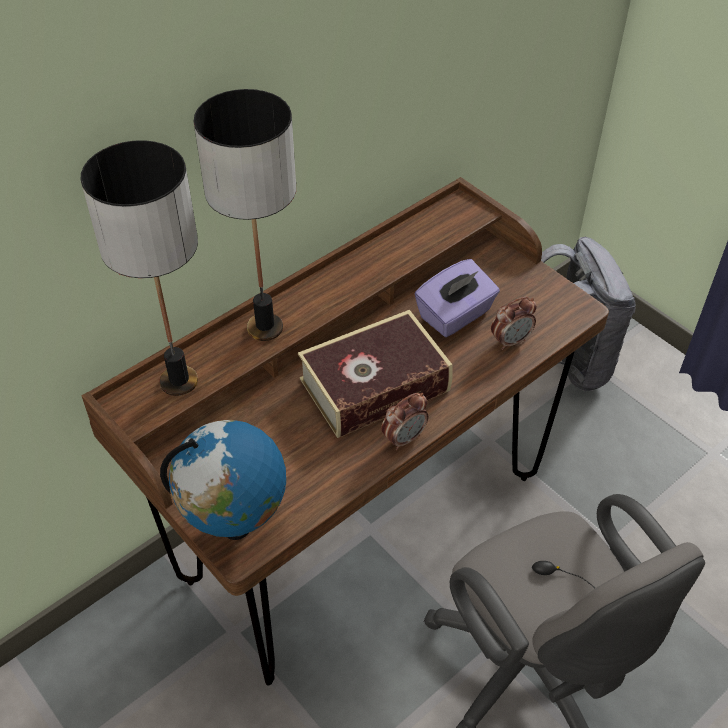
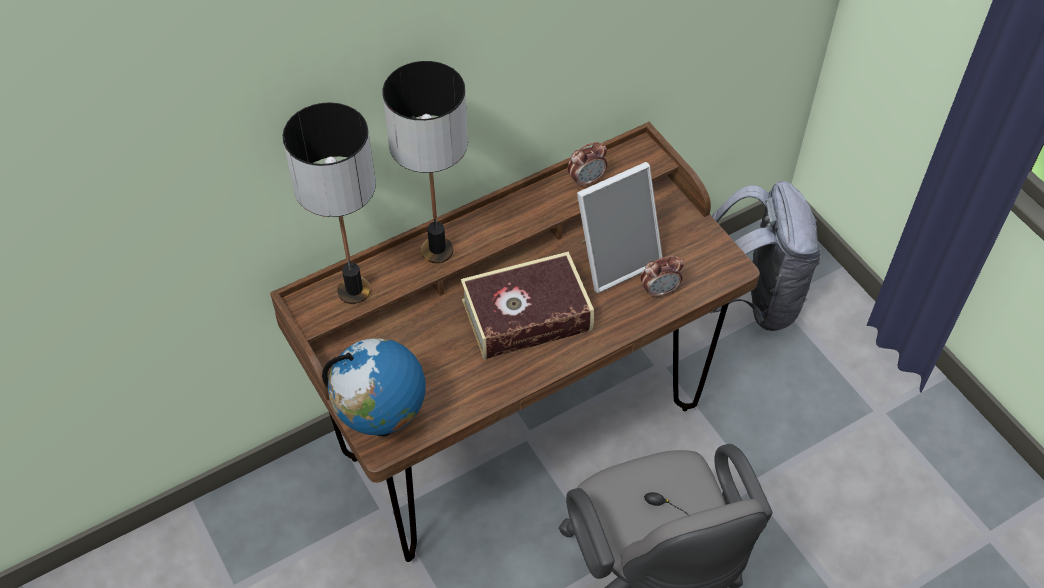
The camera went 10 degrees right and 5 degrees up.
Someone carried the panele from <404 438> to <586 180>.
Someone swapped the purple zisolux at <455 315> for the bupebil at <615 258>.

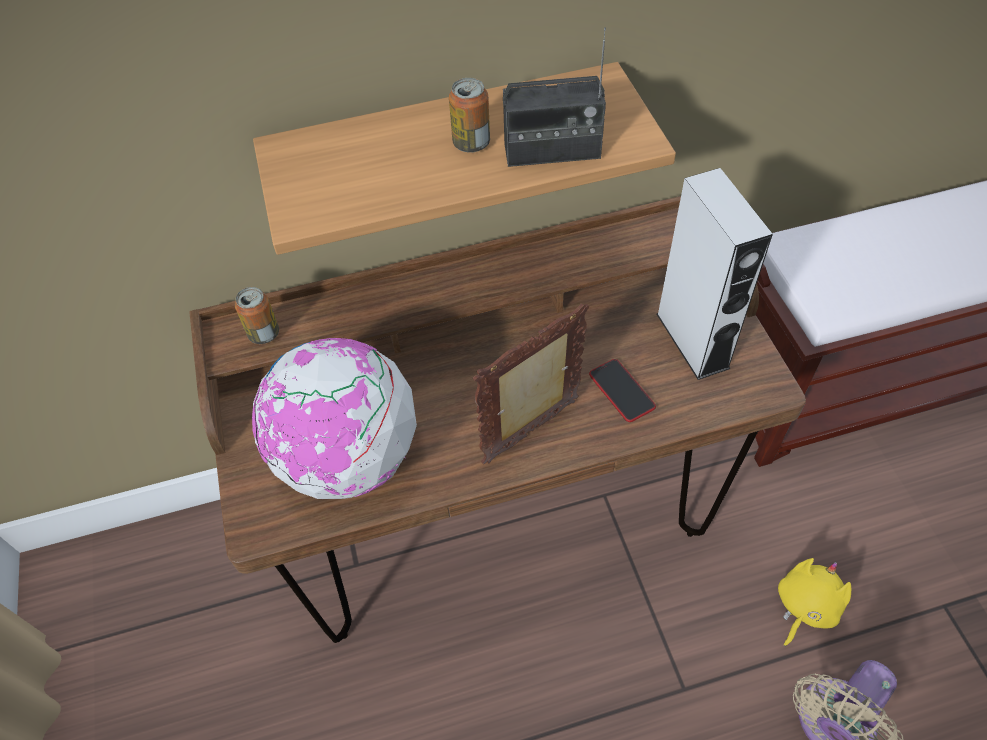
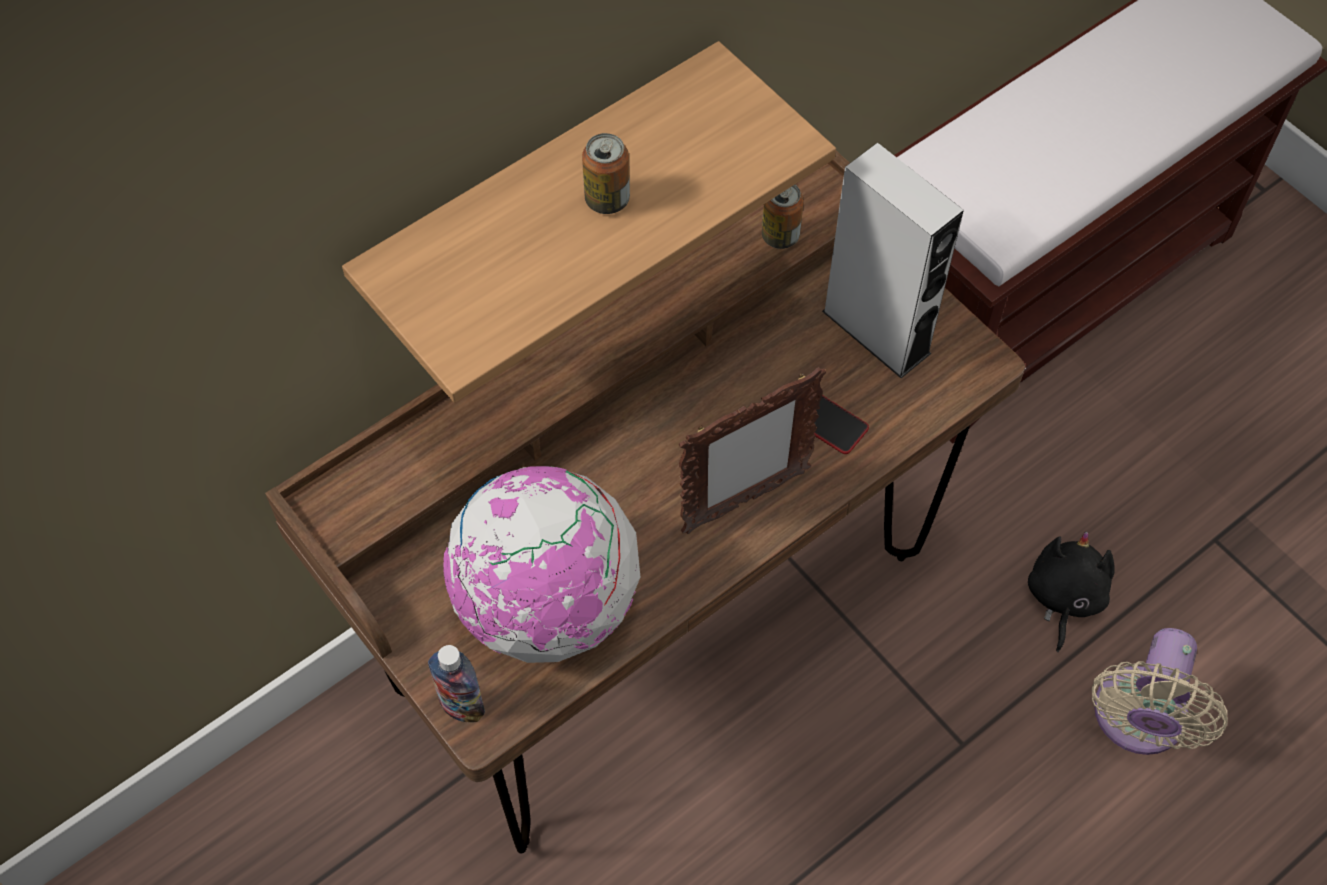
The camera went 25 degrees left and 5 degrees up.
Someone put down the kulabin at <462 706>.
Someone rotated the bupebil at <532 431> by 150 degrees counterclockwise.
Someone carried the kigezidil from <264 333> to <780 236>.
Someone repainted the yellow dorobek at <804 606>, which became the black dorobek at <1064 597>.
Someone took away the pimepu at <552 151>.

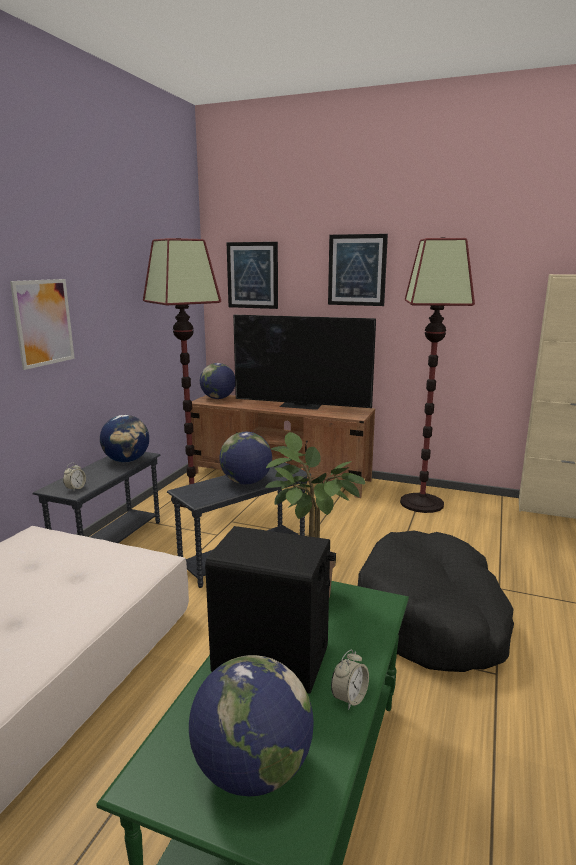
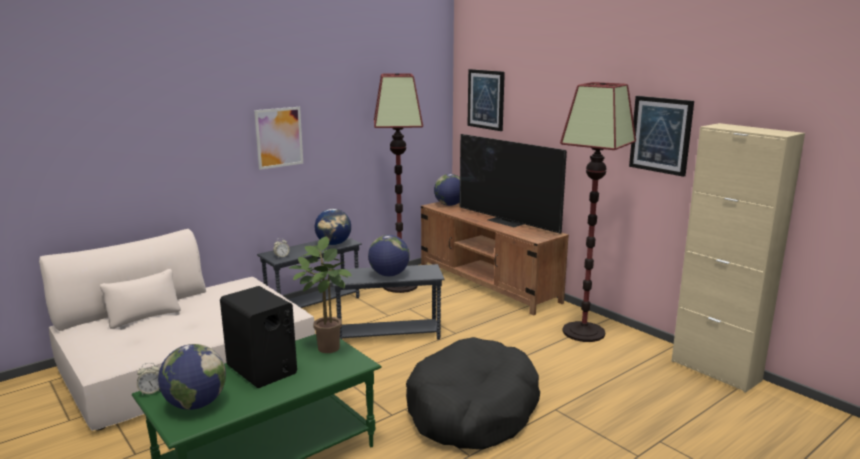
The camera went 30 degrees right and 0 degrees up.
Someone carried the panele from <349 698> to <151 391>.
Someone carried the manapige from <357 270> to <661 135>.

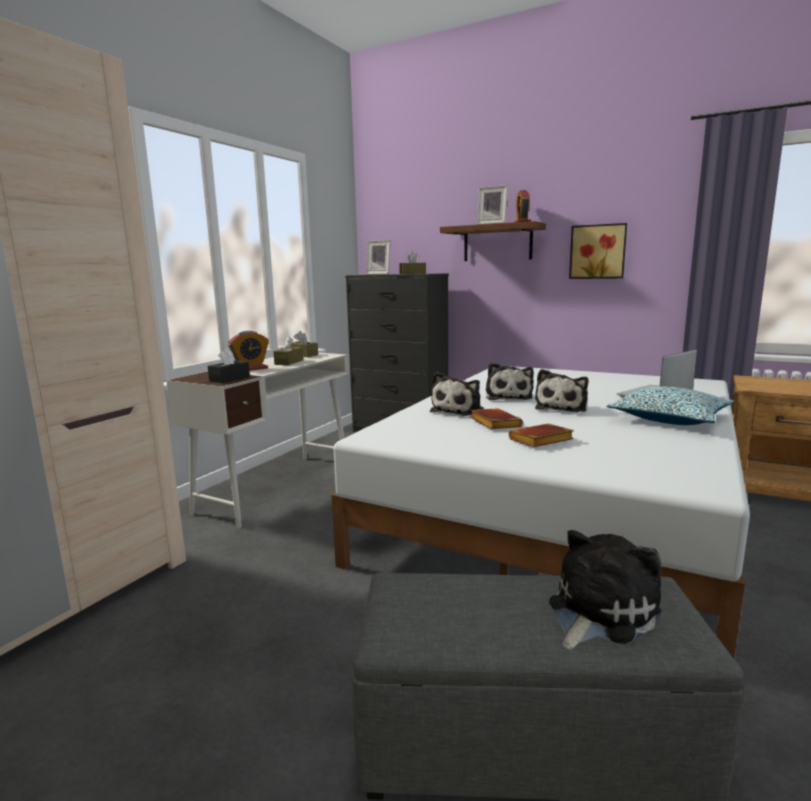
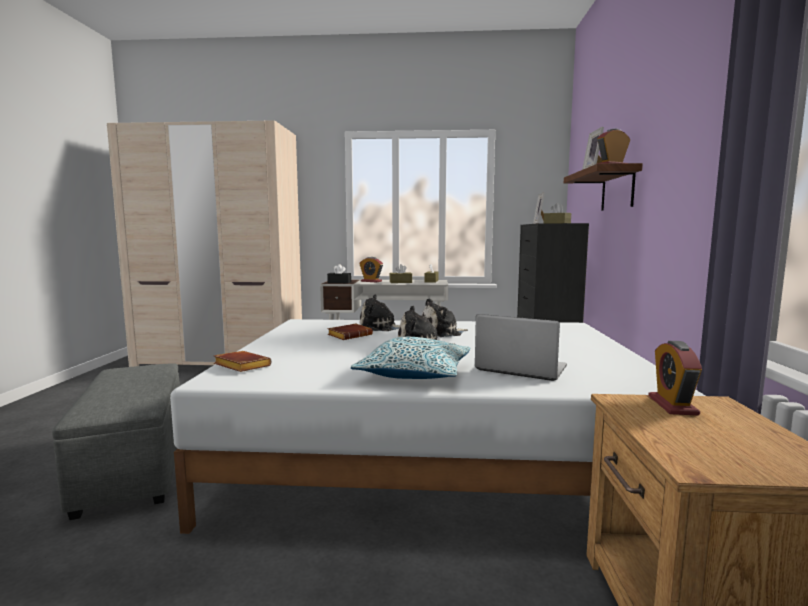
The camera went 65 degrees right and 5 degrees down.
Someone carried the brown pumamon from <540 441> to <240 366>.
Someone put down the panele at <672 405>.
Someone took away the dorobek at <598 611>.
Someone took away the manapige at <597 251>.

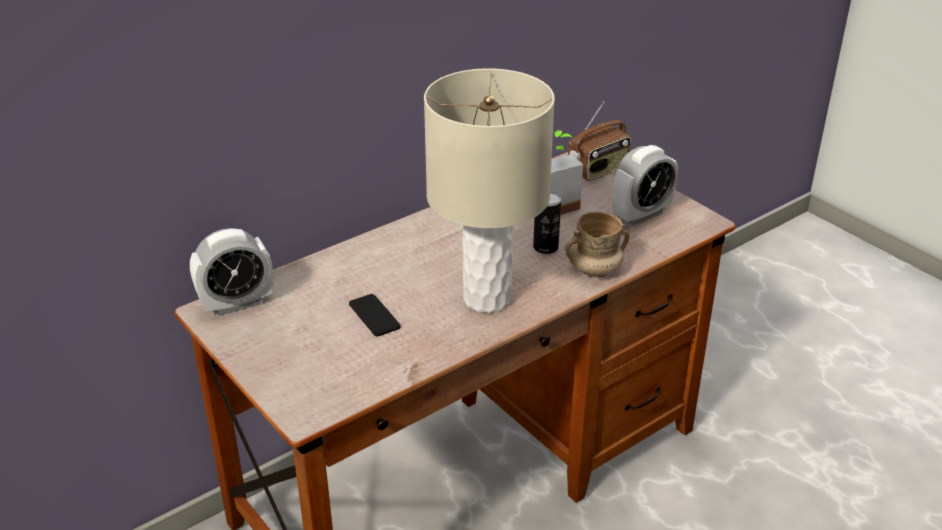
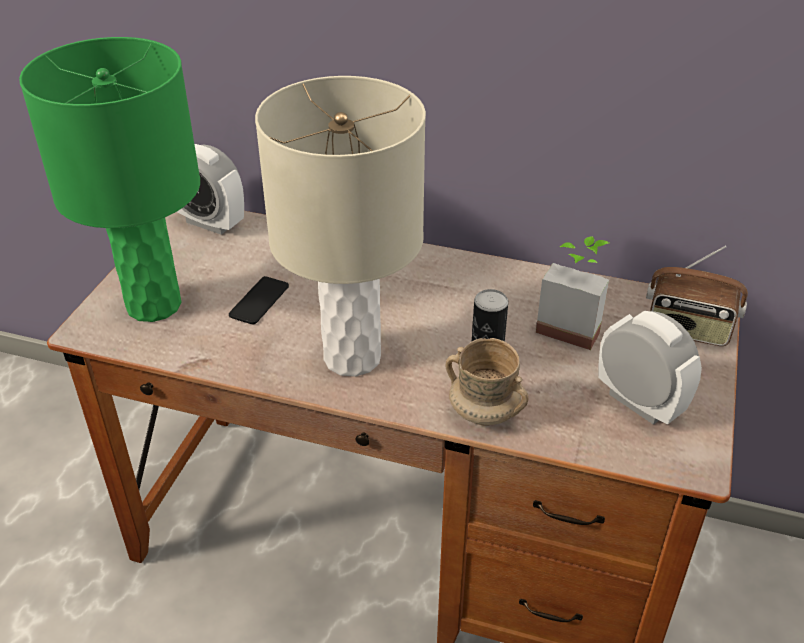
The camera went 55 degrees right and 5 degrees up.
Someone put down the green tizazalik at <155 305>.
Someone rotated the panele at <641 215> by 150 degrees counterclockwise.

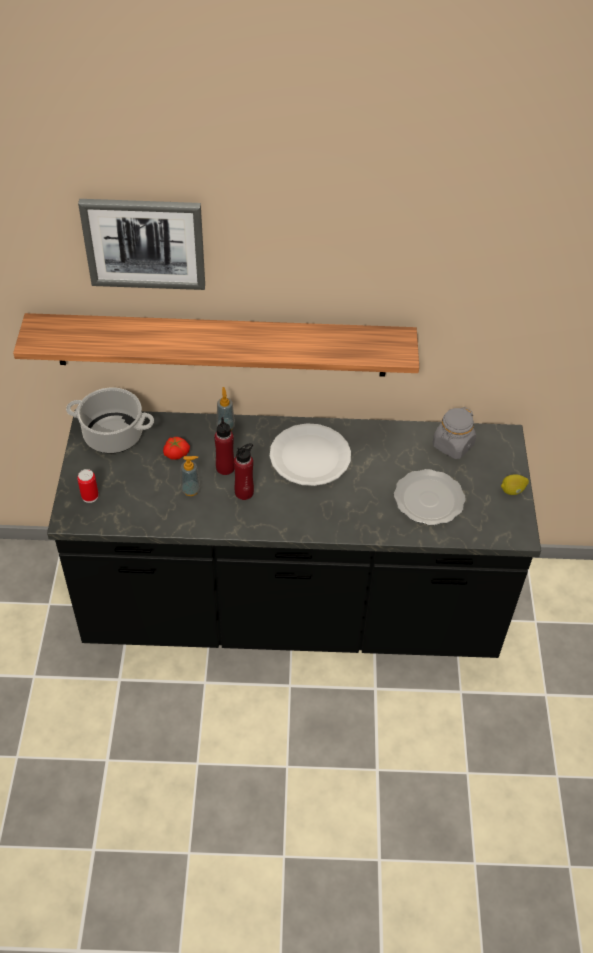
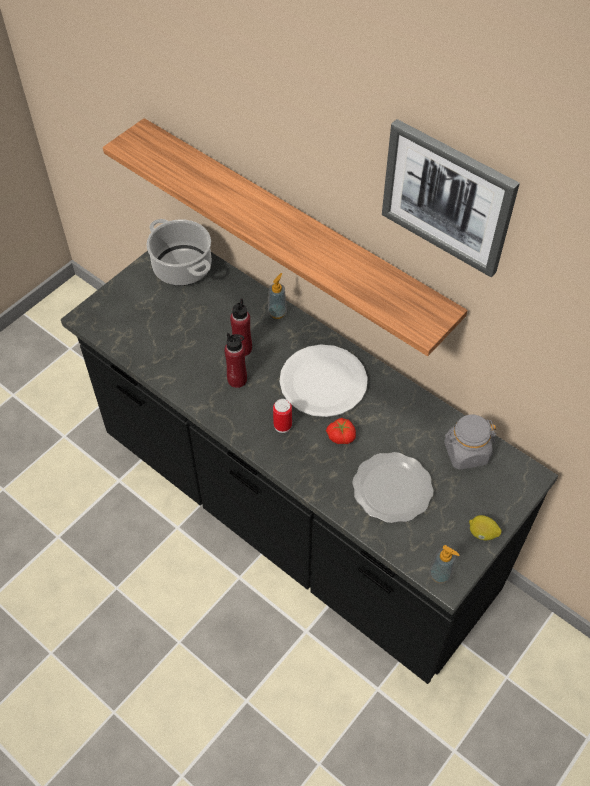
The camera went 40 degrees right and 5 degrees up.
Someone carried the kigezidil from <90 496> to <282 425>.
Someone carried the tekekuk from <176 453> to <341 435>.
Someone carried the manapige from <144 243> to <448 197>.
Someone carried the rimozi from <190 490> to <440 574>.

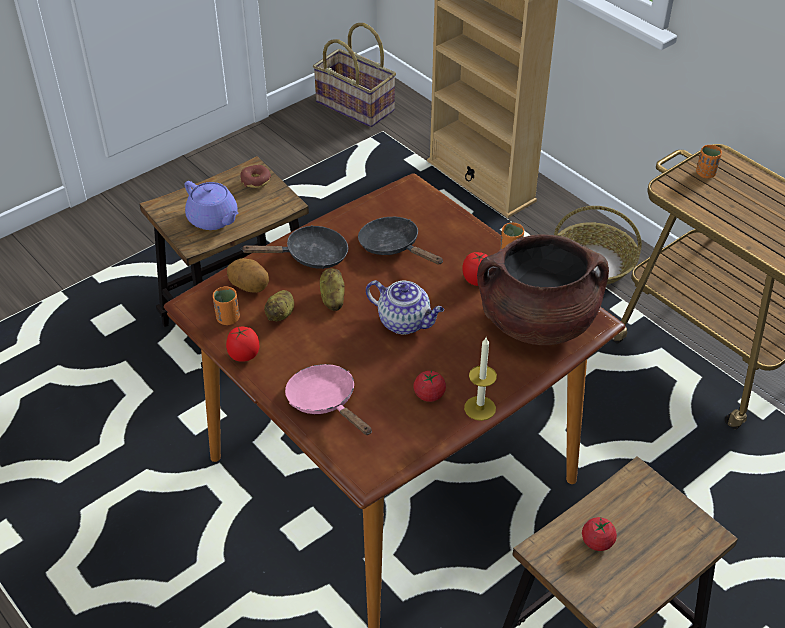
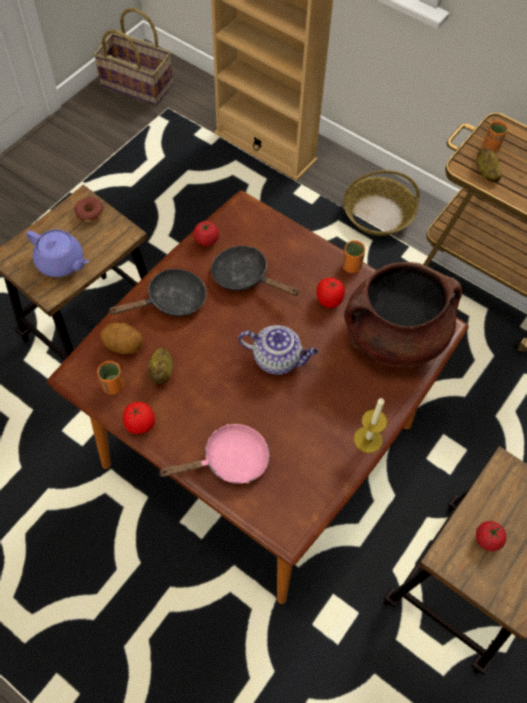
The camera went 15 degrees left and 15 degrees up.
Someone rotated the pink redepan at <325 402> by 120 degrees clockwise.
Someone carried the tekekuk from <429 395> to <206 240>.
Someone carried the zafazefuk from <332 298> to <486 172>.

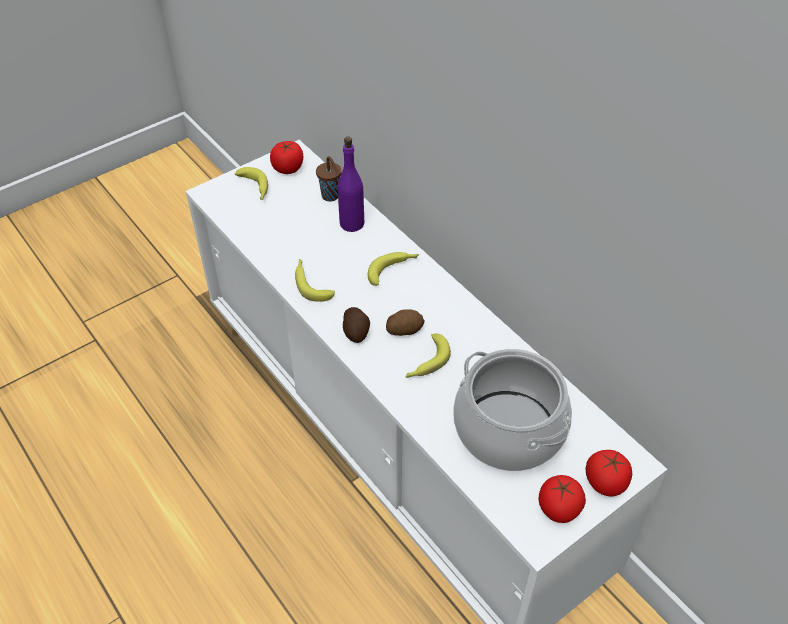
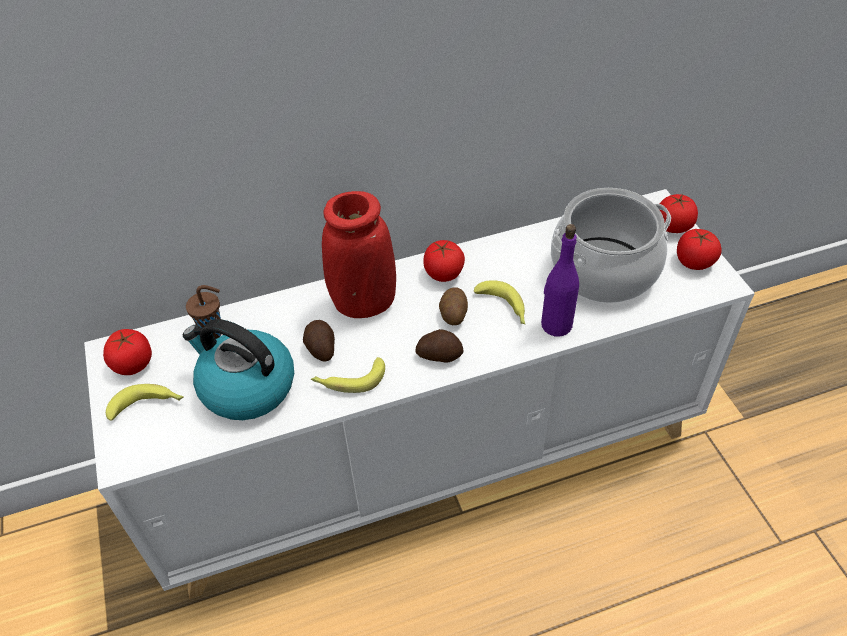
The camera went 70 degrees left and 0 degrees up.
Someone put down the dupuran at <246 387>.
Someone put down the zafazefuk at <320 348>.
Someone swapped the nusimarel at <393 270> for the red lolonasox at <363 303>.
Someone put down the tekekuk at <443 273>.
Someone carried the purple kulabin from <352 223> to <556 325>.

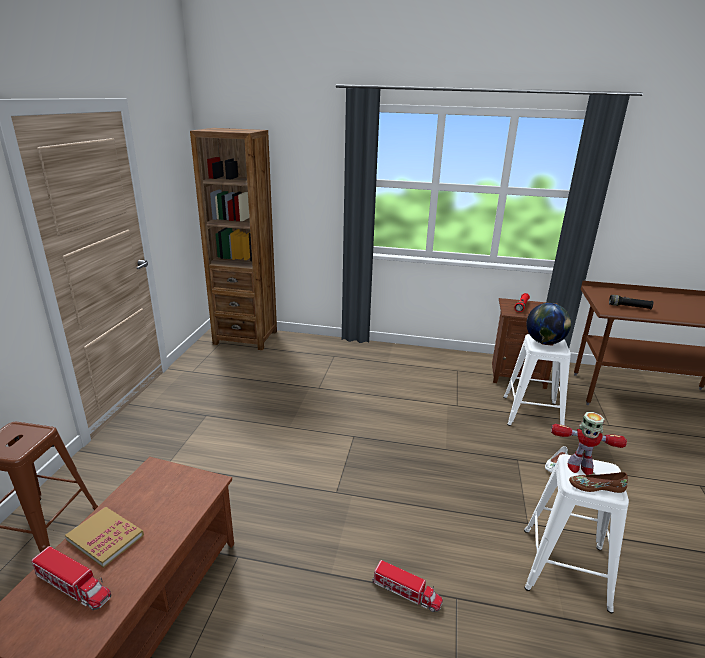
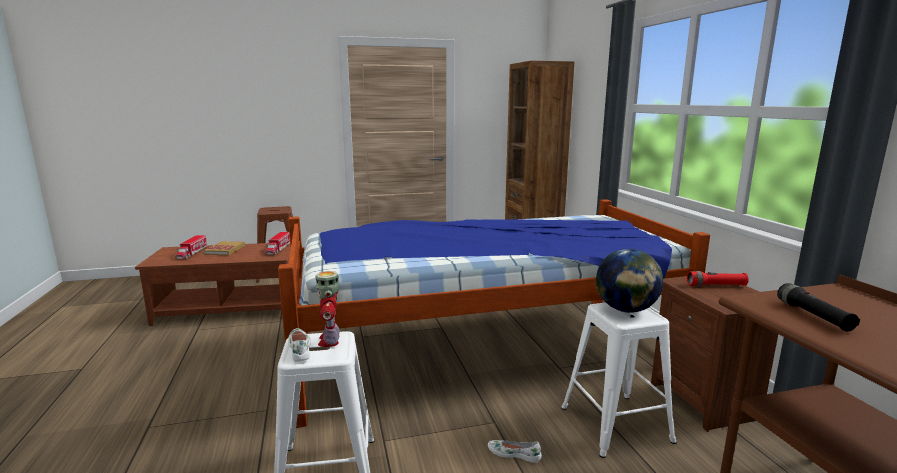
The camera went 65 degrees right and 10 degrees down.
Someone carried the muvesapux from <406 592> to <278 249>.
Someone put down the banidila at <481 348>.
Someone repainted the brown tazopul at <596 486>, which became the white tazopul at <300 349>.

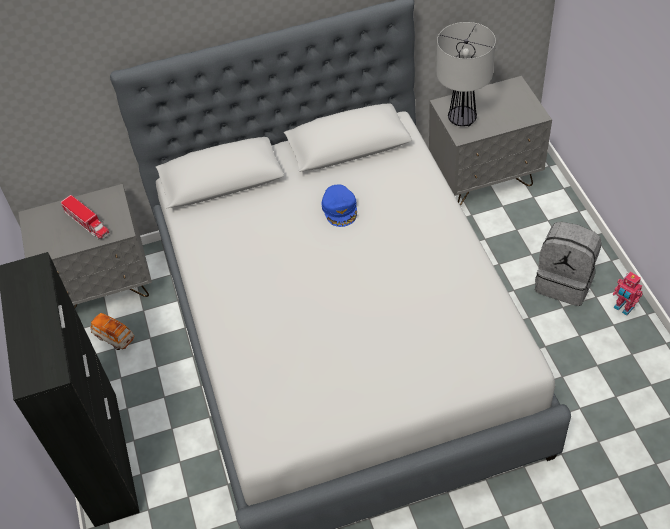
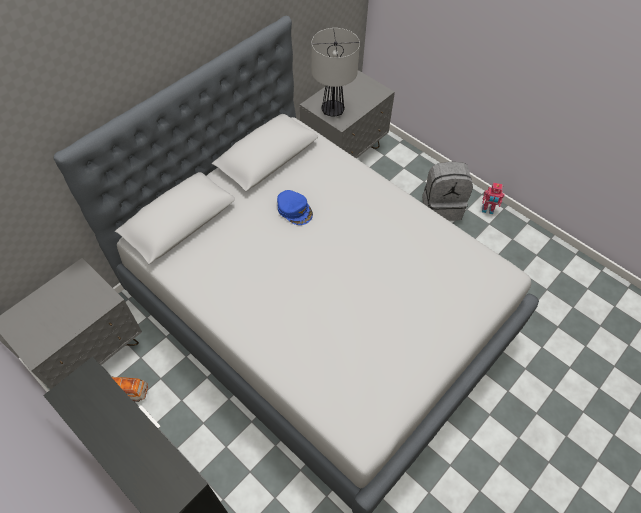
The camera went 35 degrees left and 5 degrees up.
Someone took away the muvesapux at <87 223>.

